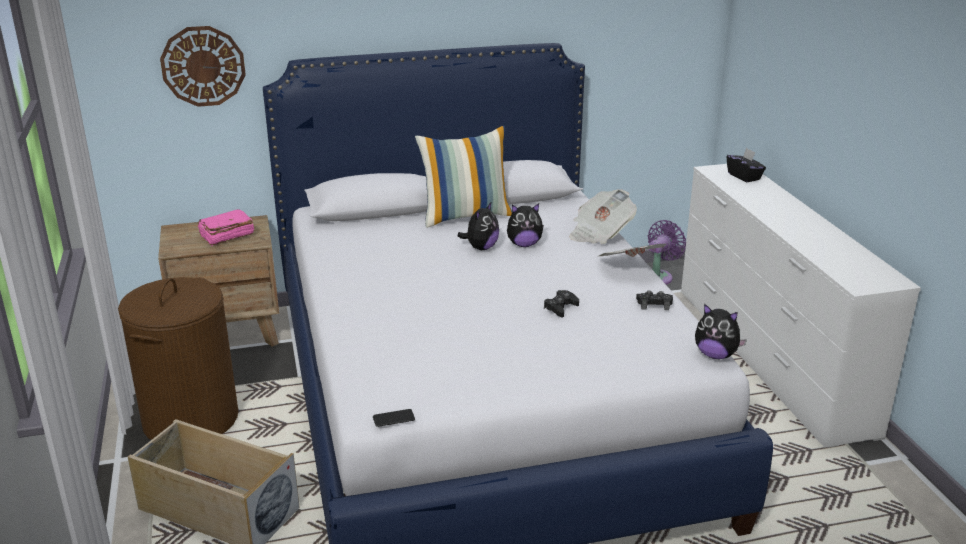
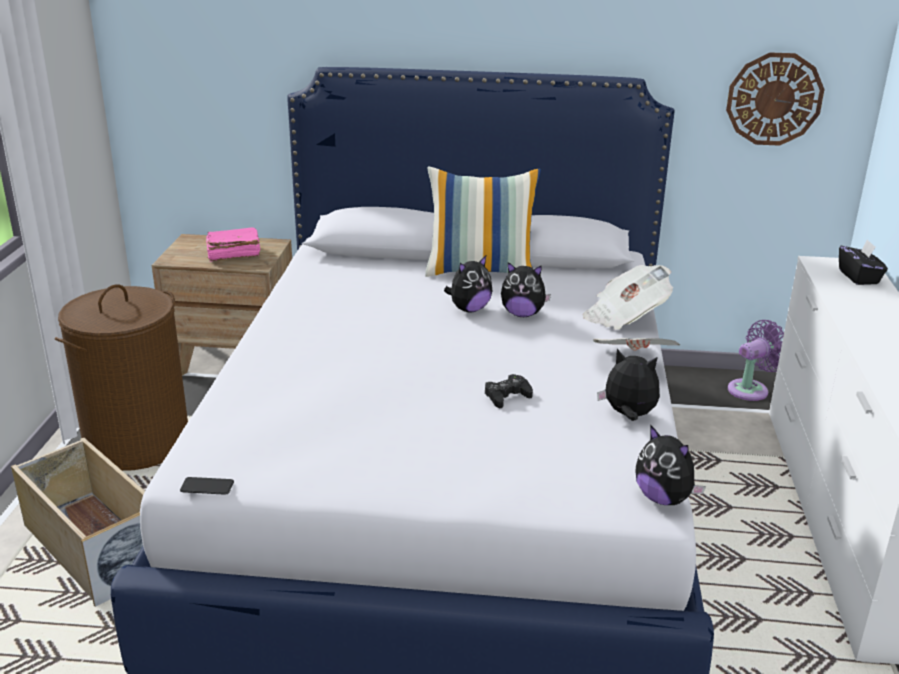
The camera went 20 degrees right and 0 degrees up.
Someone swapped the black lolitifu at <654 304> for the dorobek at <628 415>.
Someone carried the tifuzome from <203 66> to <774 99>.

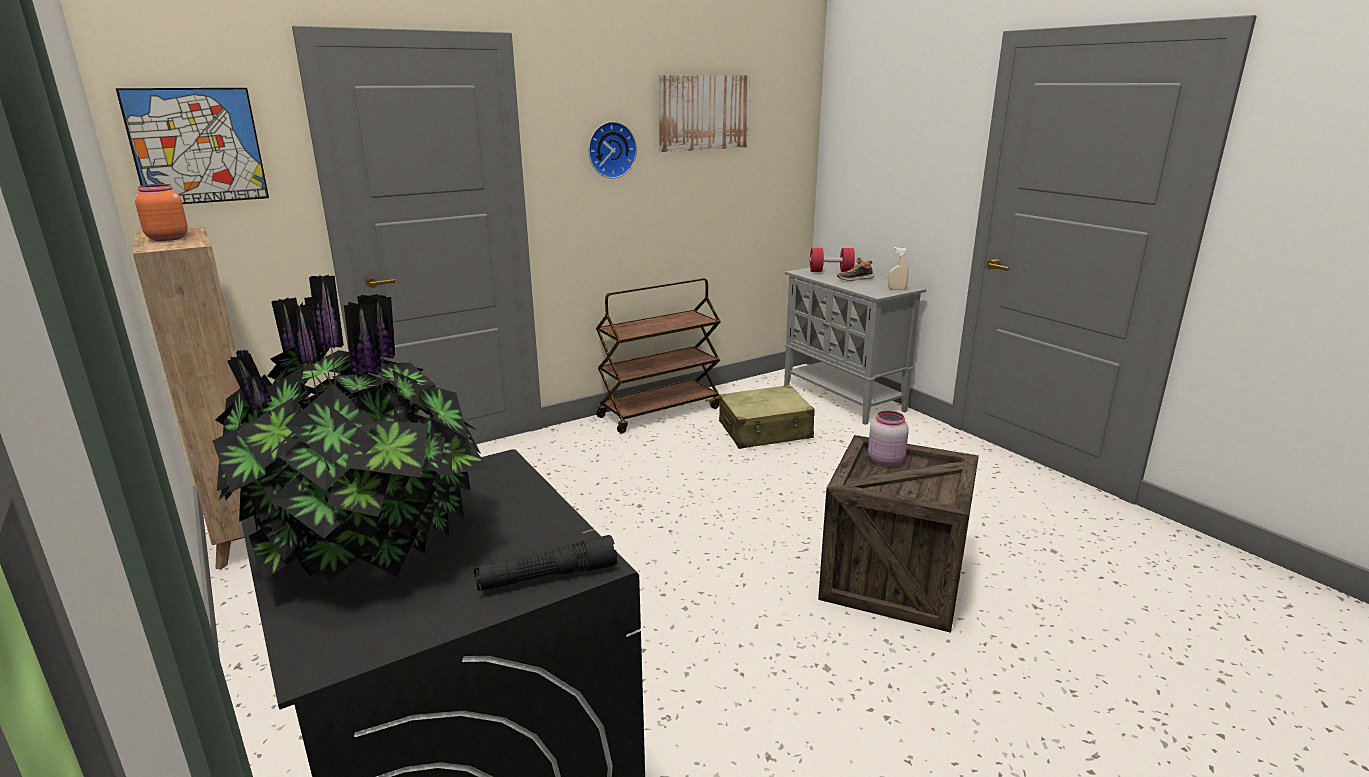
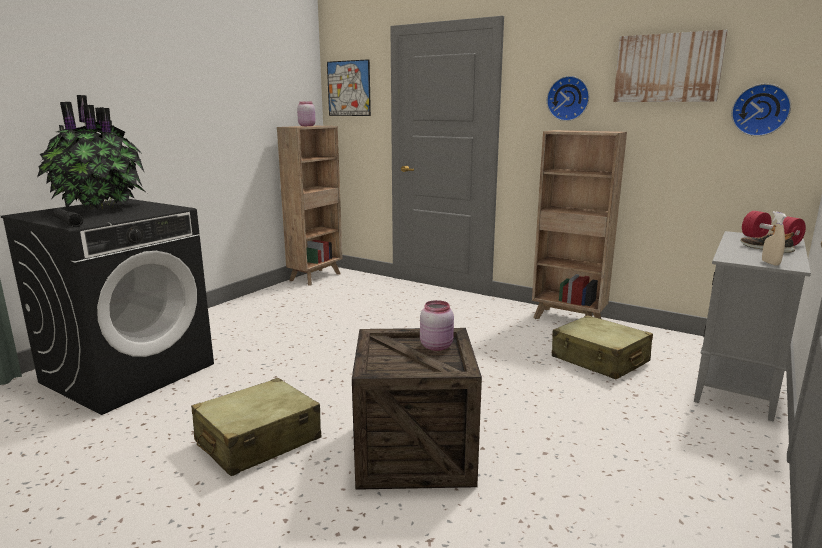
The camera went 65 degrees right and 5 degrees down.
Someone put down the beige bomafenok at <257 441>.
Someone repainted the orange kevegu at <167 238>, which became the pink kevegu at <307 126>.
Someone swapped the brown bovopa at <659 412> for the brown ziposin at <568 319>.
Someone put up the tifuzome at <760 110>.

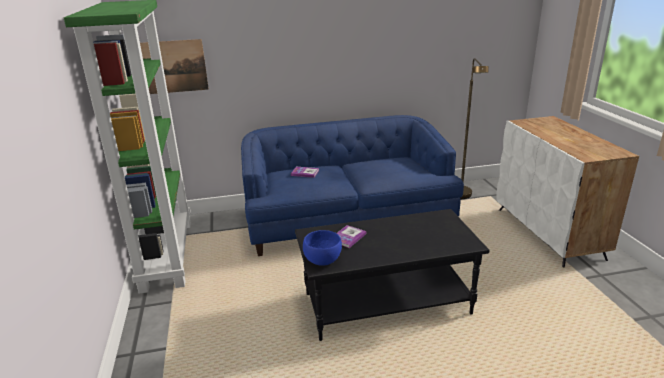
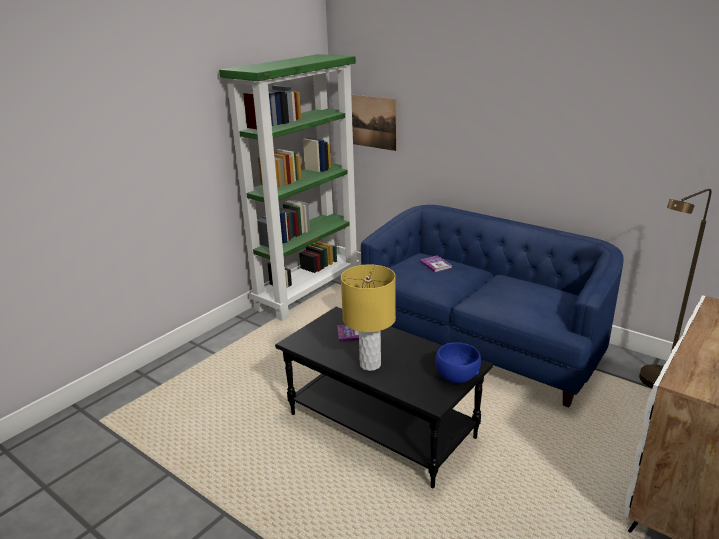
The camera went 50 degrees right and 0 degrees up.
Someone put down the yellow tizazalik at <370 364>.
Someone carried the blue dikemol from <322 260> to <456 377>.

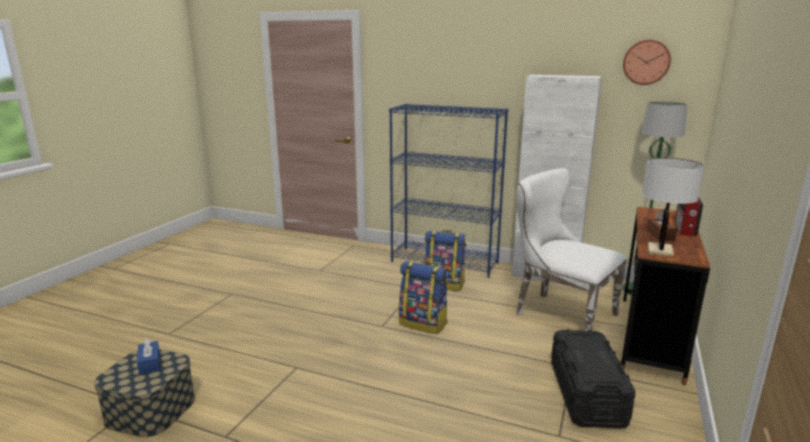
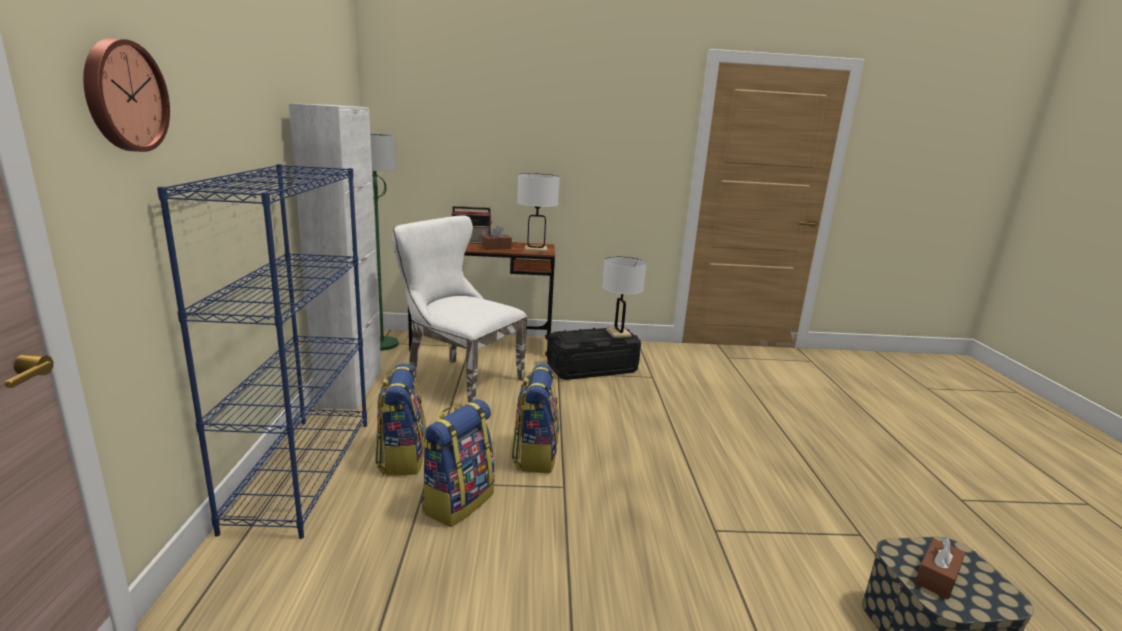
The camera went 115 degrees left and 0 degrees up.
Someone carried the tifuzome from <646 62> to <123 96>.
Someone rotated the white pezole at <558 313> by 105 degrees clockwise.
Someone put down the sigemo at <457 501>.
Someone put down the white tizazalik at <618 333>.
Someone repainted the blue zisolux at <150 364>, which became the brown zisolux at <937 577>.

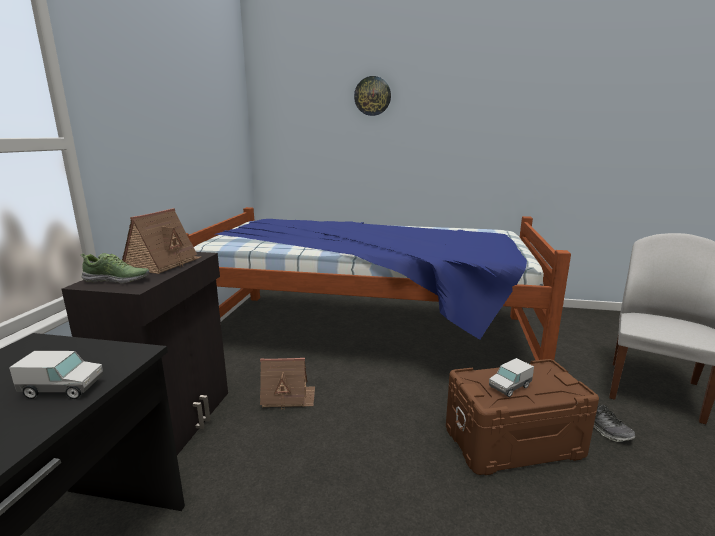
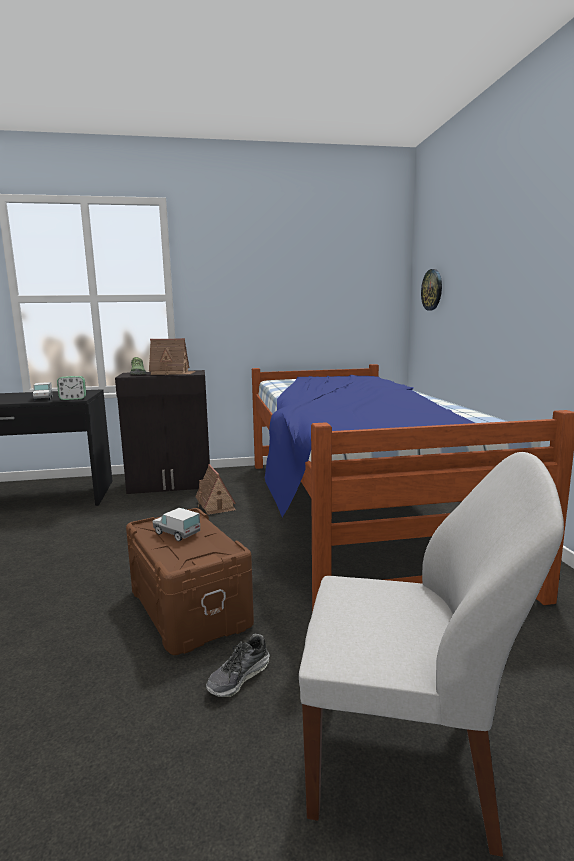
The camera went 70 degrees right and 5 degrees down.
Someone put down the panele at <73 399>.
Someone carried the tifuzome from <372 96> to <432 290>.

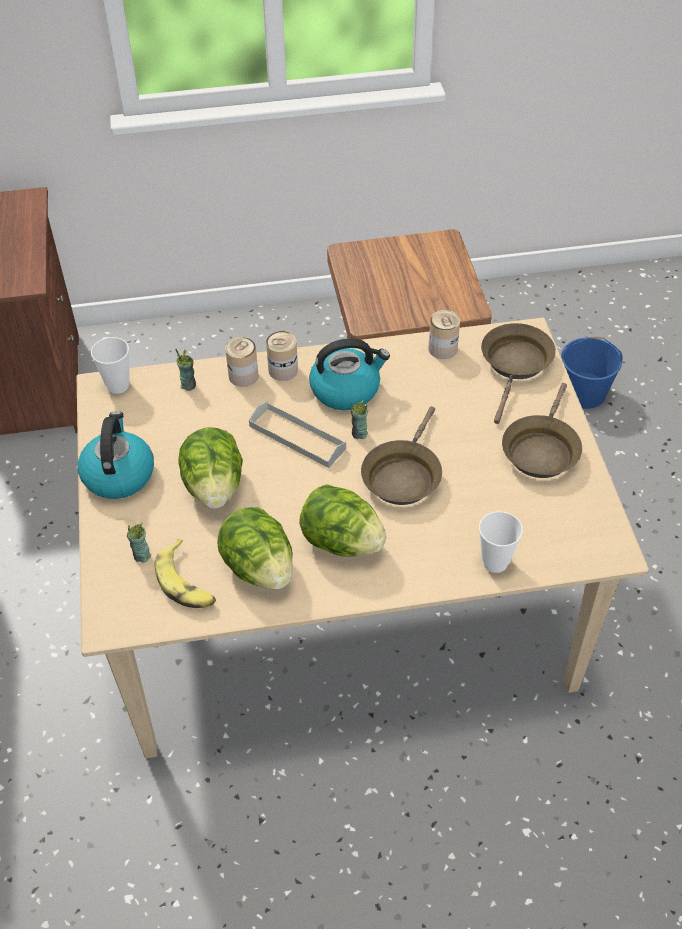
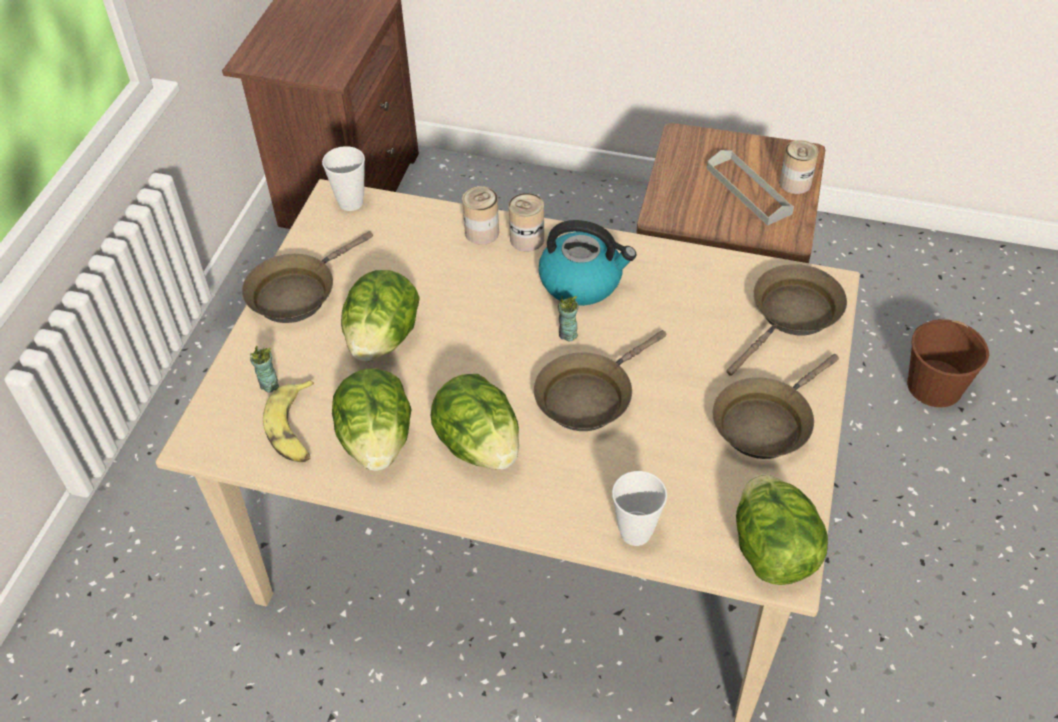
The camera went 25 degrees right and 0 degrees up.
Someone swapped the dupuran at <118 474> for the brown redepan at <297 293>.
Someone carried the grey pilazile from <297 437> to <748 191>.
Someone put down the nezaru at <772 551>.
Someone carried the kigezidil from <442 349> to <795 183>.
Someone repainted the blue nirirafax at <584 392>, which became the brown nirirafax at <935 386>.
Someone took away the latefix at <188 385>.

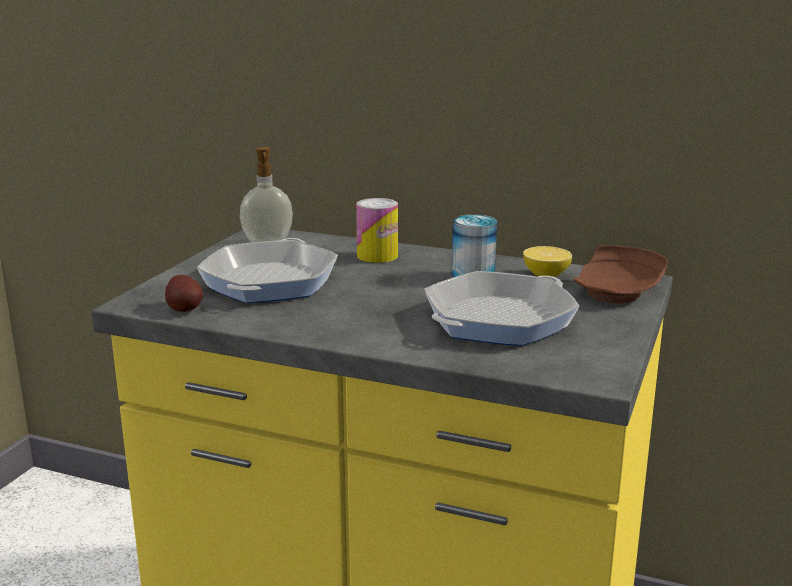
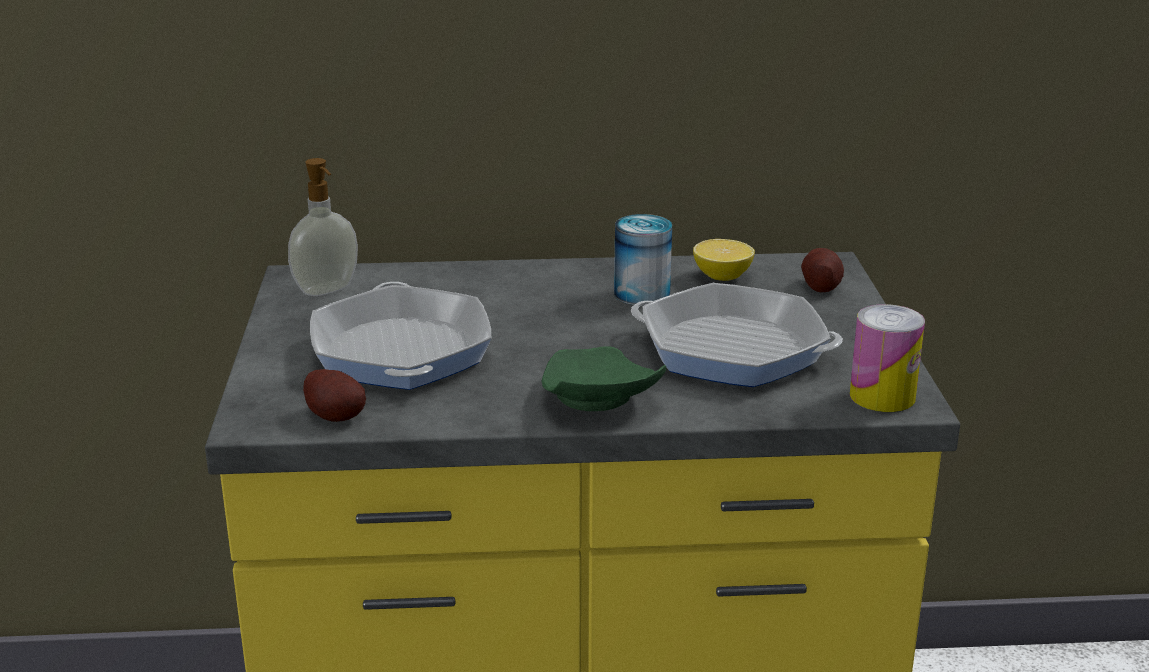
The camera went 25 degrees left and 5 degrees up.
Someone put down the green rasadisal at <596 400>.
Someone rotated the redepan at <499 319> by 90 degrees clockwise.
Someone swapped the brown rasadisal at <618 292> for the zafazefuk at <820 285>.
Someone carried the kigezidil from <377 256> to <882 396>.

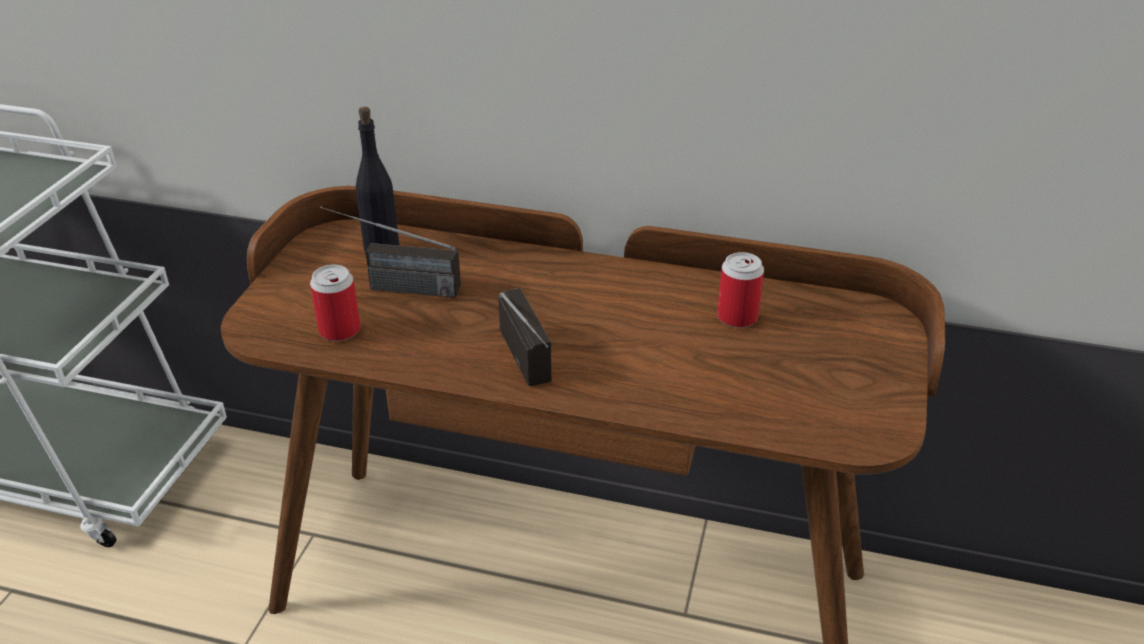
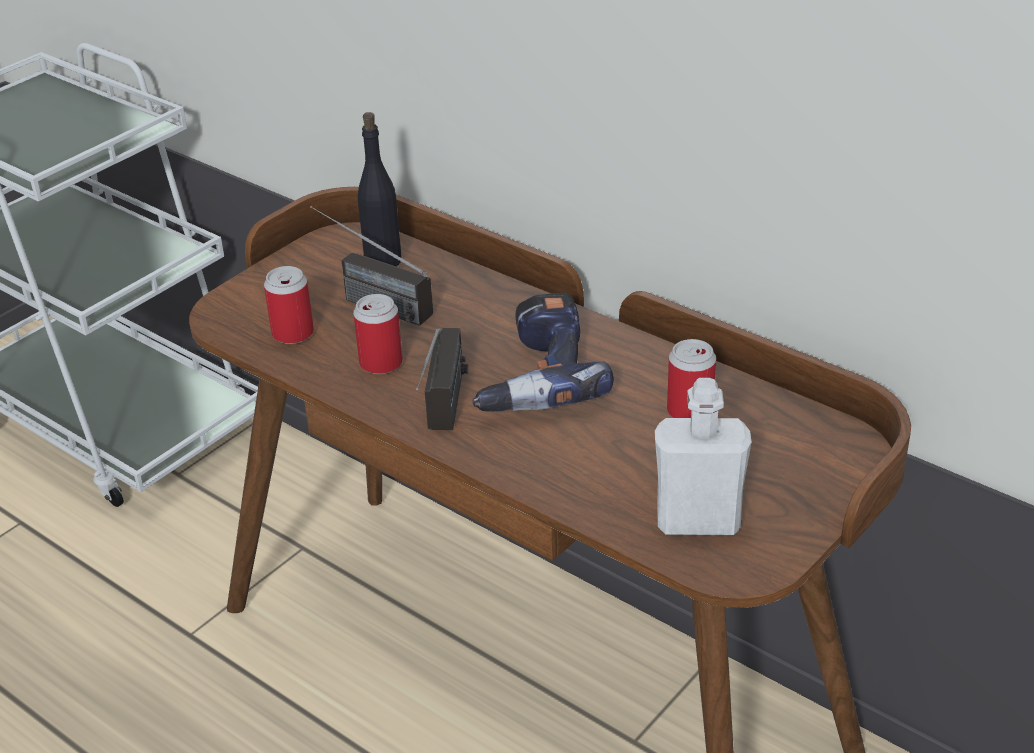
The camera went 25 degrees right and 0 degrees up.
Someone put down the kigezidil at <381 363>.
Someone put down the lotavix at <535 377>.
Someone put down the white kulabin at <698 521>.

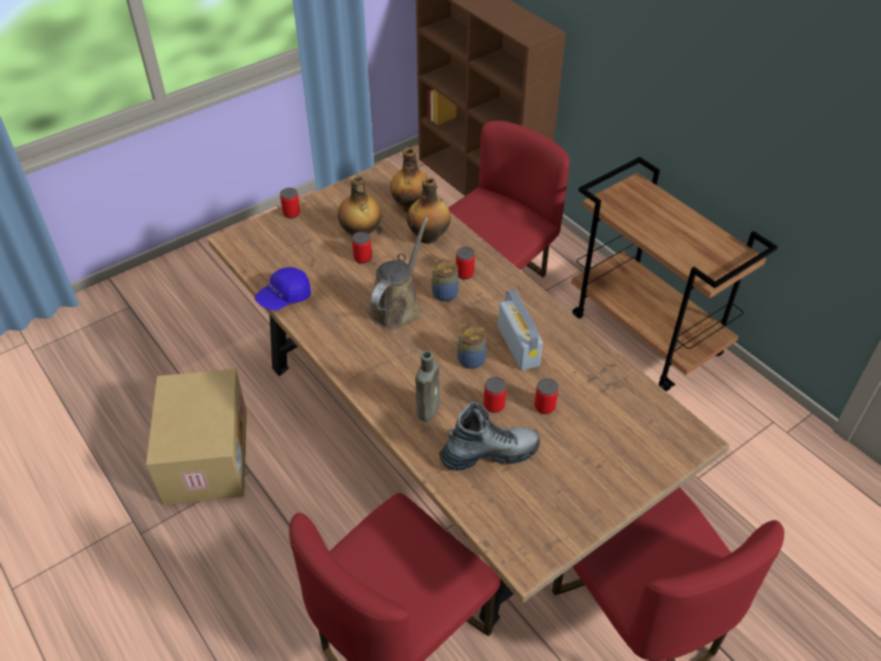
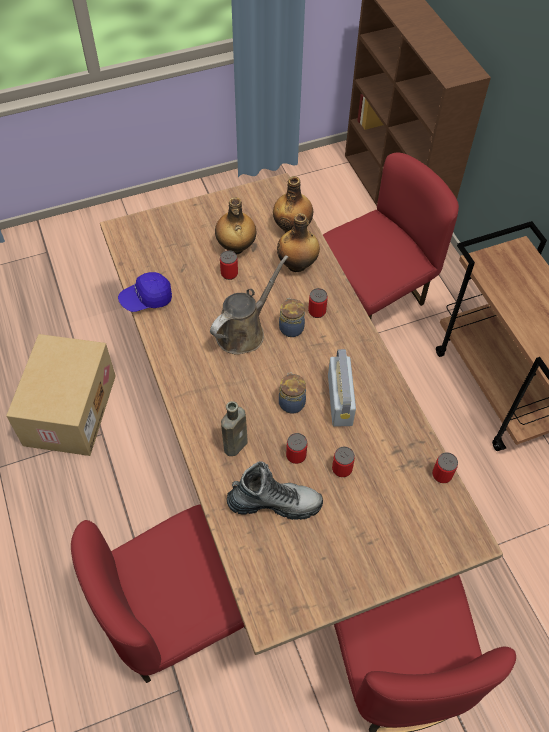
The camera went 15 degrees right and 10 degrees up.
Someone carried the kigezidil from <291 213> to <442 475>.

